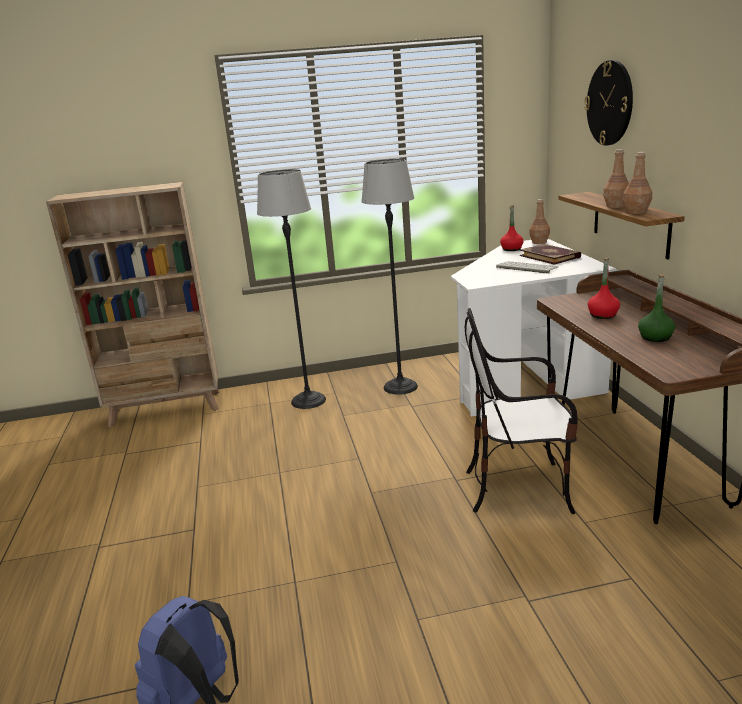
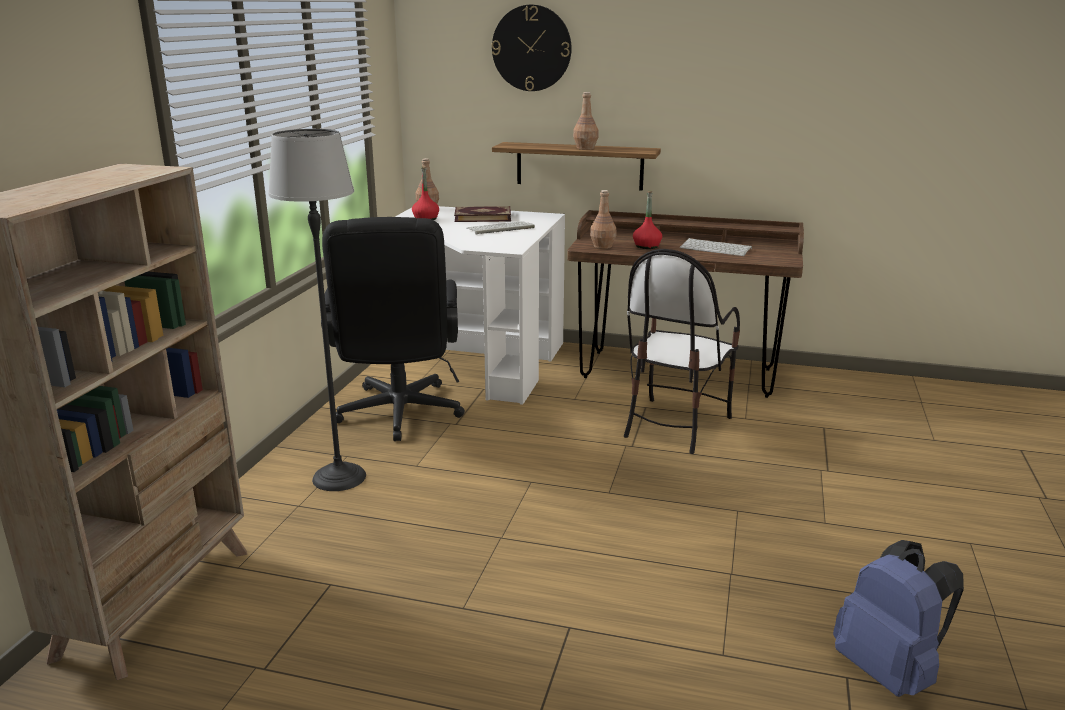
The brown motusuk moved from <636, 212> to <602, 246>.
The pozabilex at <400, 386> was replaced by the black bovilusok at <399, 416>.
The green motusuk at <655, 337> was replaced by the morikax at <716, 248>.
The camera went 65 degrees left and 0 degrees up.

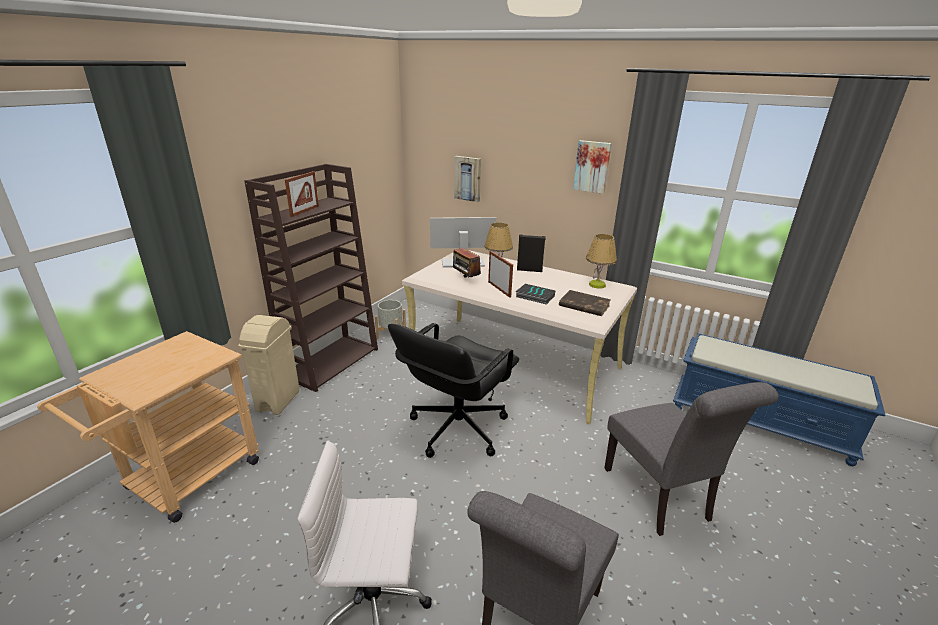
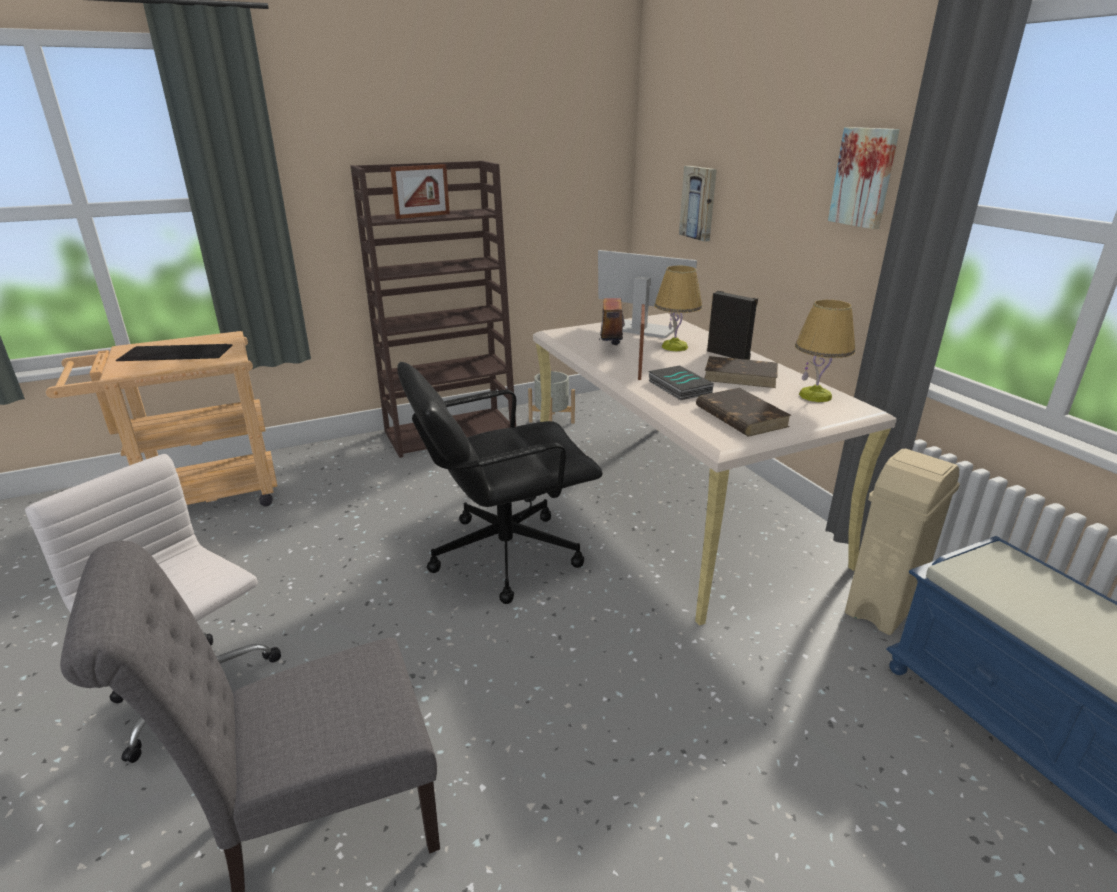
The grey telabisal at <660, 498> disappeared.
The morikax at <177, 352> appeared.
The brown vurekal at <741, 376> appeared.
The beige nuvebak moved from <278, 401> to <883, 607>.
The camera went 35 degrees right and 0 degrees up.

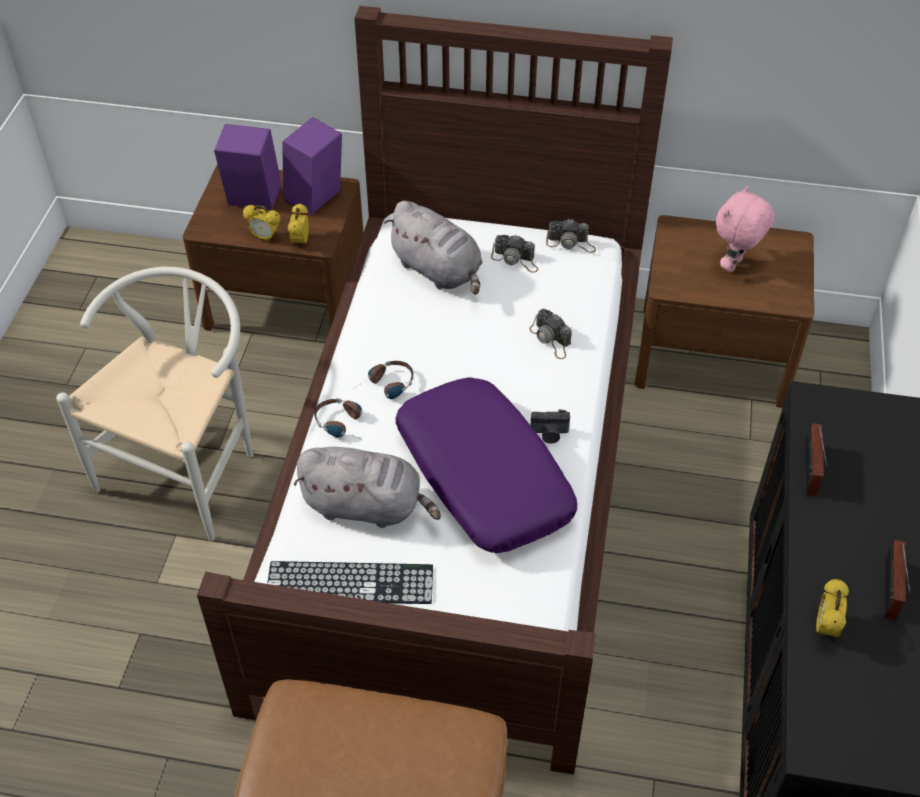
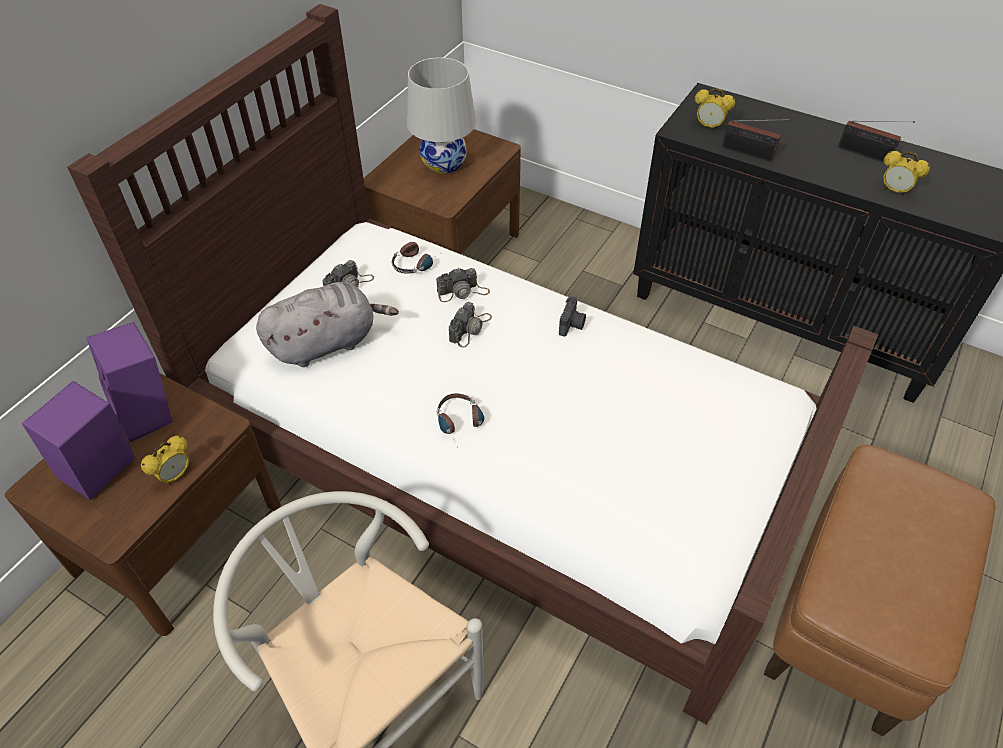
The morikax at <350, 583> disappeared.
The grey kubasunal at <367, 506> disappeared.
The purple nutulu at <482, 476> disappeared.
The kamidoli moved from <300, 241> to <709, 127>.
The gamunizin moved from <344, 424> to <417, 262>.
The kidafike moved from <571, 243> to <470, 328>.
The pink kubasunal at <734, 265> was replaced by the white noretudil at <444, 163>.
The camera went 70 degrees left and 0 degrees up.

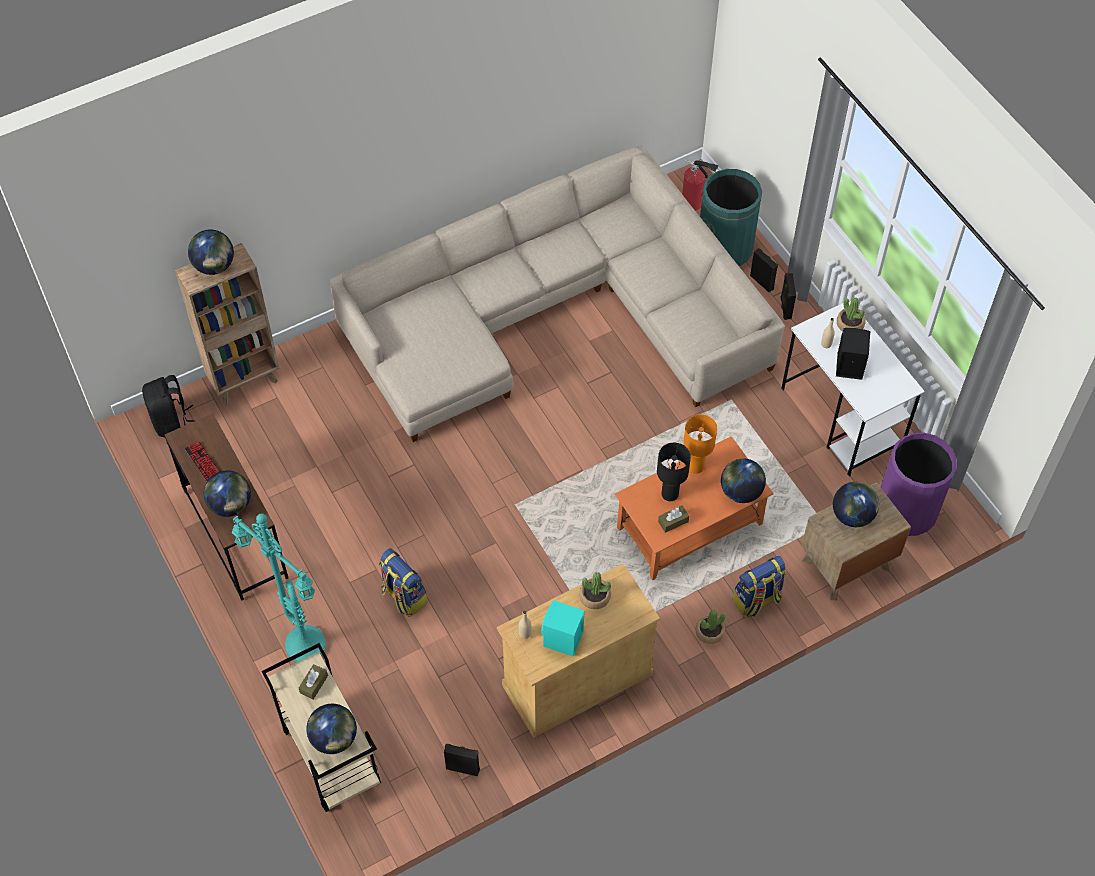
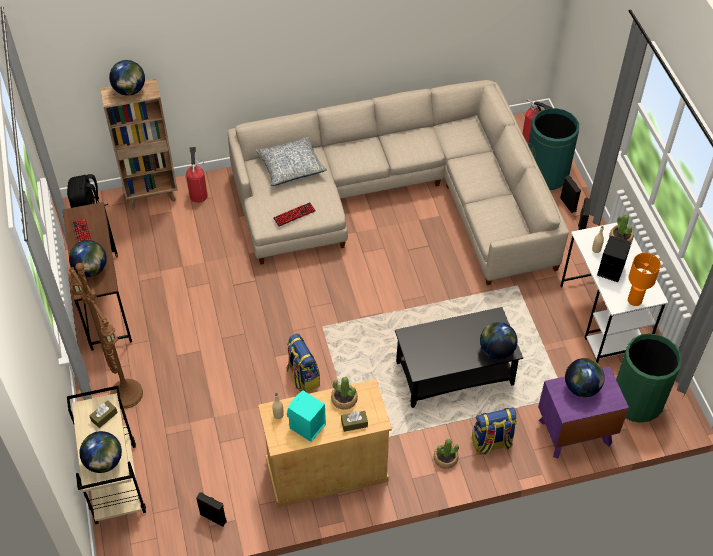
The black noretudil at <669, 494> disappeared.
The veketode at <198, 194> appeared.
The nutulu at <291, 167> appeared.
The morikax at <294, 215> appeared.
The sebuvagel moved from <403, 596> to <302, 377>.
The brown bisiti moved from <673, 521> to <354, 424>.
The orange noretudil moved from <695, 466> to <634, 300>.
The turquoise pozabilex at <302, 646> became the brown pozabilex at <124, 394>.
The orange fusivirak at <690, 525> became the black fusivirak at <455, 373>.
The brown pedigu at <846, 564> became the purple pedigu at <574, 432>.
The purple nuvebak at <906, 511> became the green nuvebak at <636, 401>.
The camera went 15 degrees right and 5 degrees down.

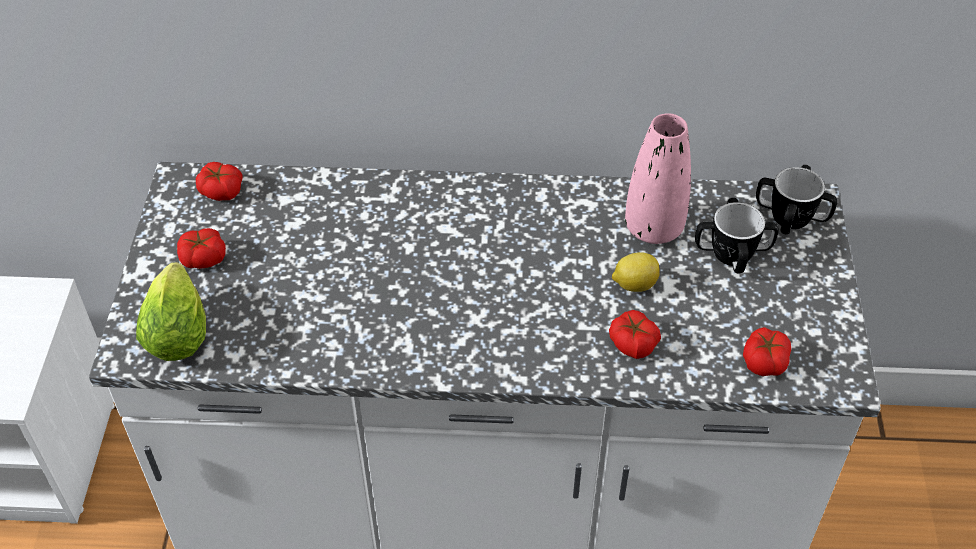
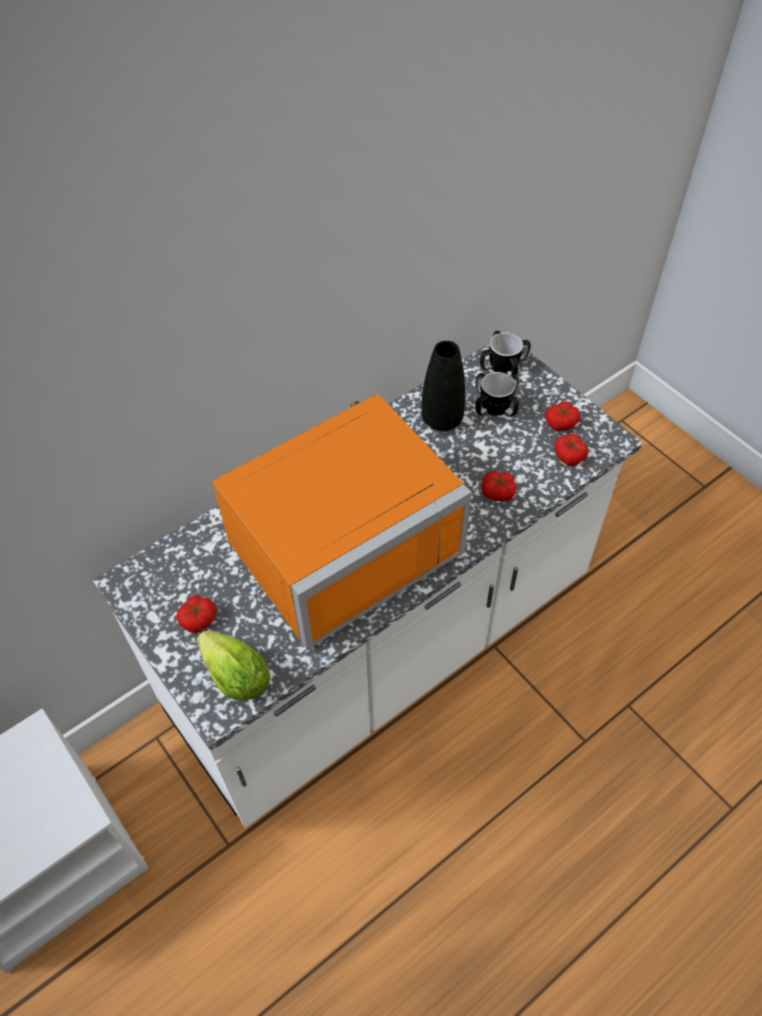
The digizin at <634, 284> disappeared.
The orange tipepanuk at <338, 538> appeared.
The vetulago moved from <221, 191> to <561, 423>.
The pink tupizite at <653, 228> became the black tupizite at <442, 419>.
The camera went 40 degrees left and 5 degrees up.

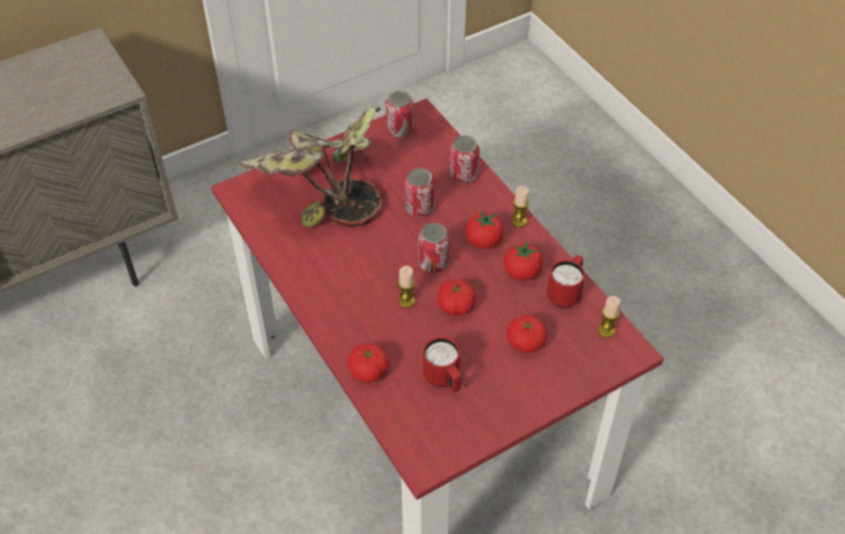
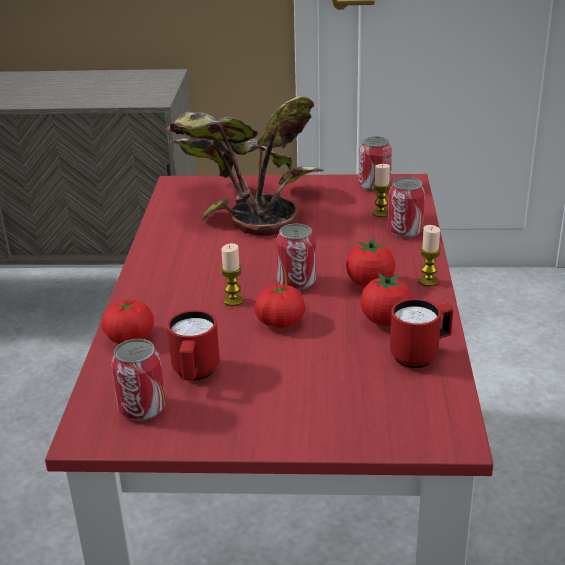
The vetulago at <525, 342> disappeared.
The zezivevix moved from <419, 207> to <142, 408>.
The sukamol moved from <606, 331> to <381, 213>.
The camera went 35 degrees right and 20 degrees down.

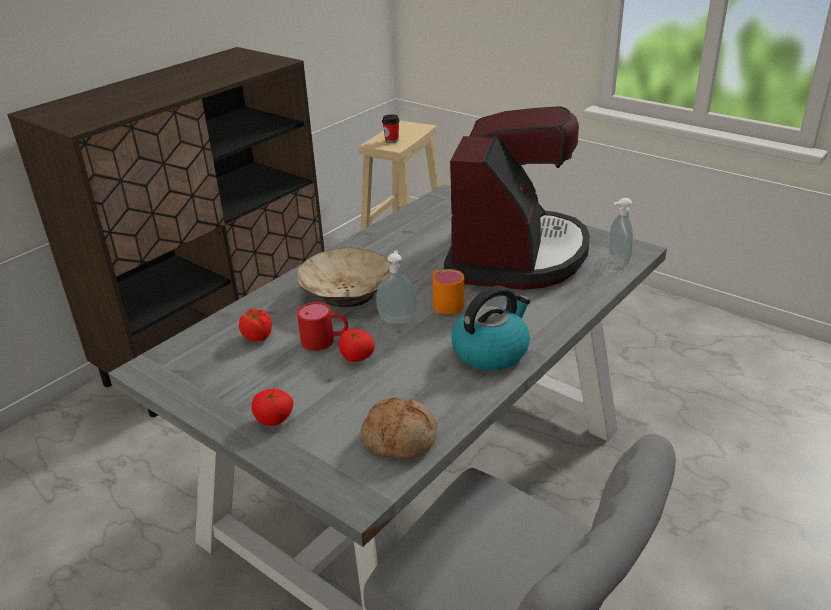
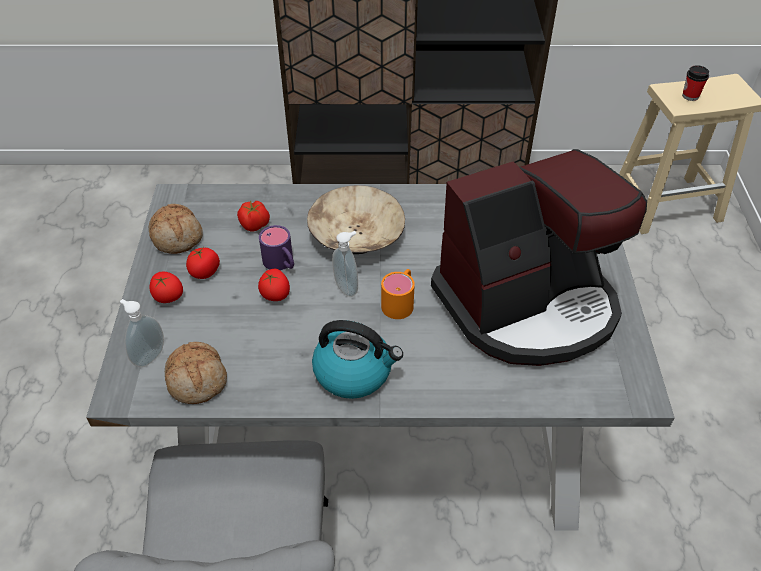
The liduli at <177, 236> appeared.
The vetulago at <205, 272> appeared.
The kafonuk moved from <616, 261> to <148, 356>.
The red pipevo at <325, 340> became the purple pipevo at <281, 264>.
The camera went 50 degrees right and 15 degrees up.

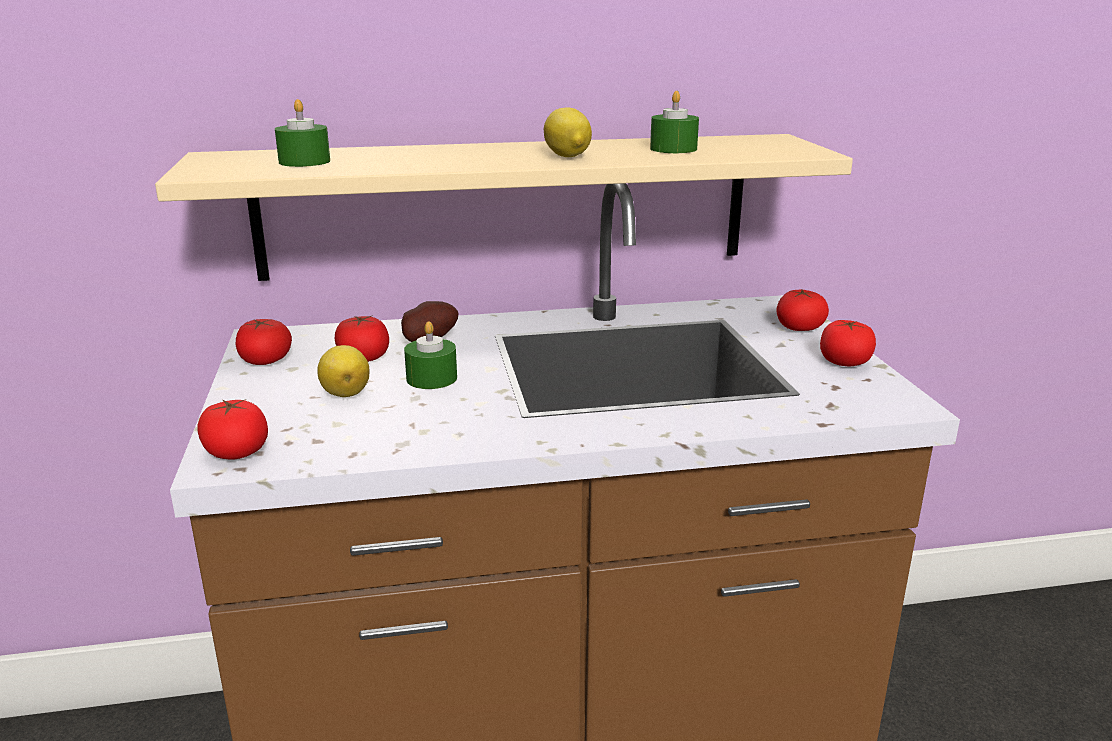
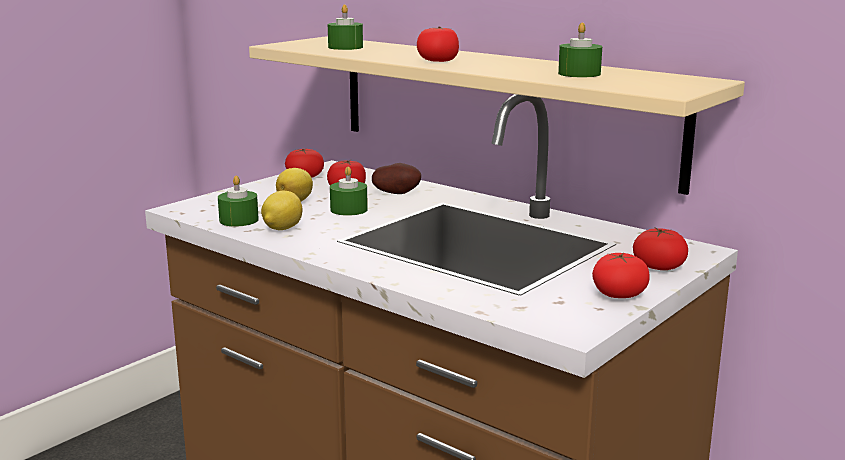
The green sukamol at <239, 220> appeared.
The vetulago moved from <236, 451> to <438, 61>.
The digizin moved from <567, 156> to <281, 229>.
The camera went 50 degrees right and 5 degrees down.

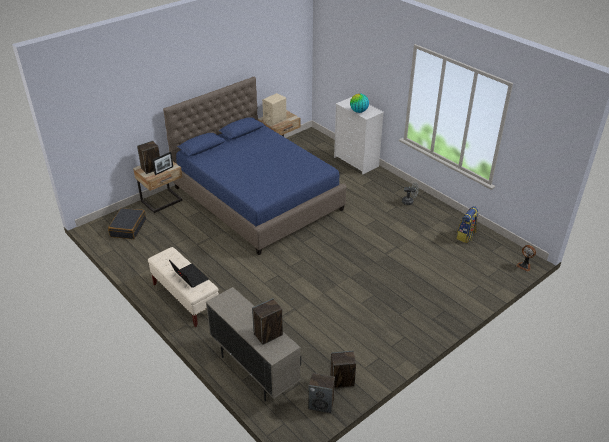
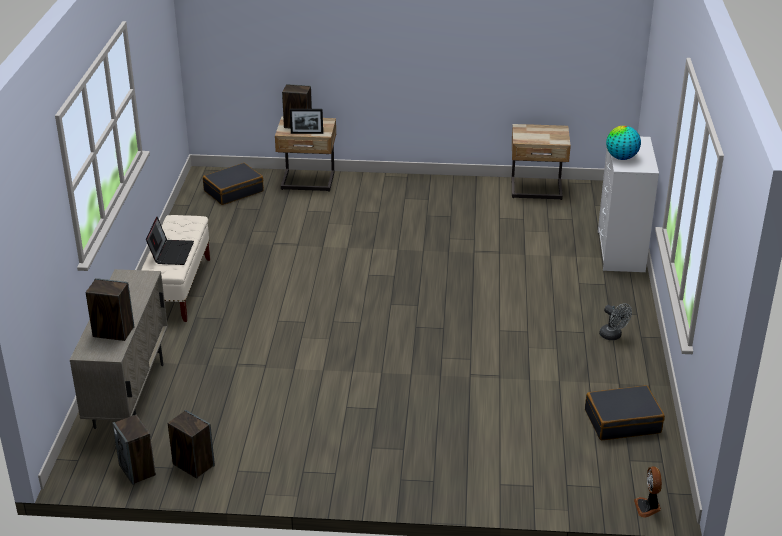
The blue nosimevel at <257, 198> disappeared.
The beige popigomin at <274, 119> disappeared.
The sebuvagel at <466, 236> was replaced by the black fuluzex at <622, 421>.
The camera went 45 degrees right and 5 degrees down.

